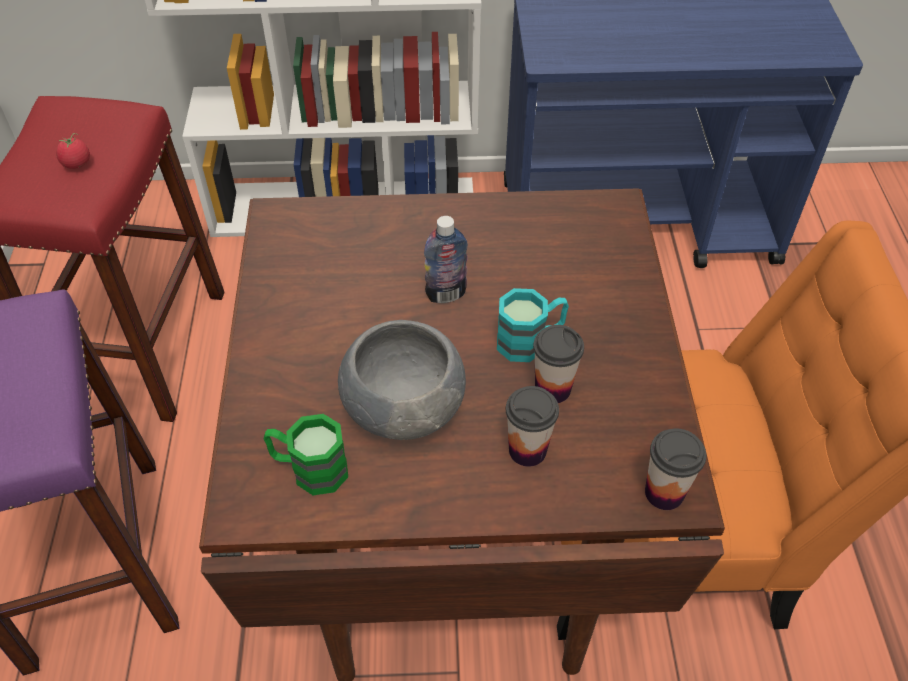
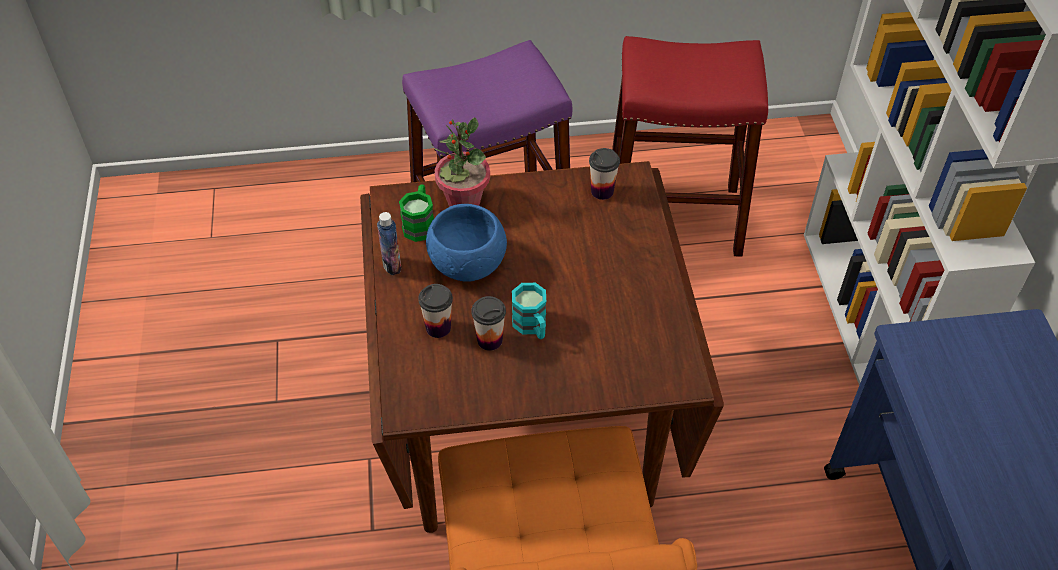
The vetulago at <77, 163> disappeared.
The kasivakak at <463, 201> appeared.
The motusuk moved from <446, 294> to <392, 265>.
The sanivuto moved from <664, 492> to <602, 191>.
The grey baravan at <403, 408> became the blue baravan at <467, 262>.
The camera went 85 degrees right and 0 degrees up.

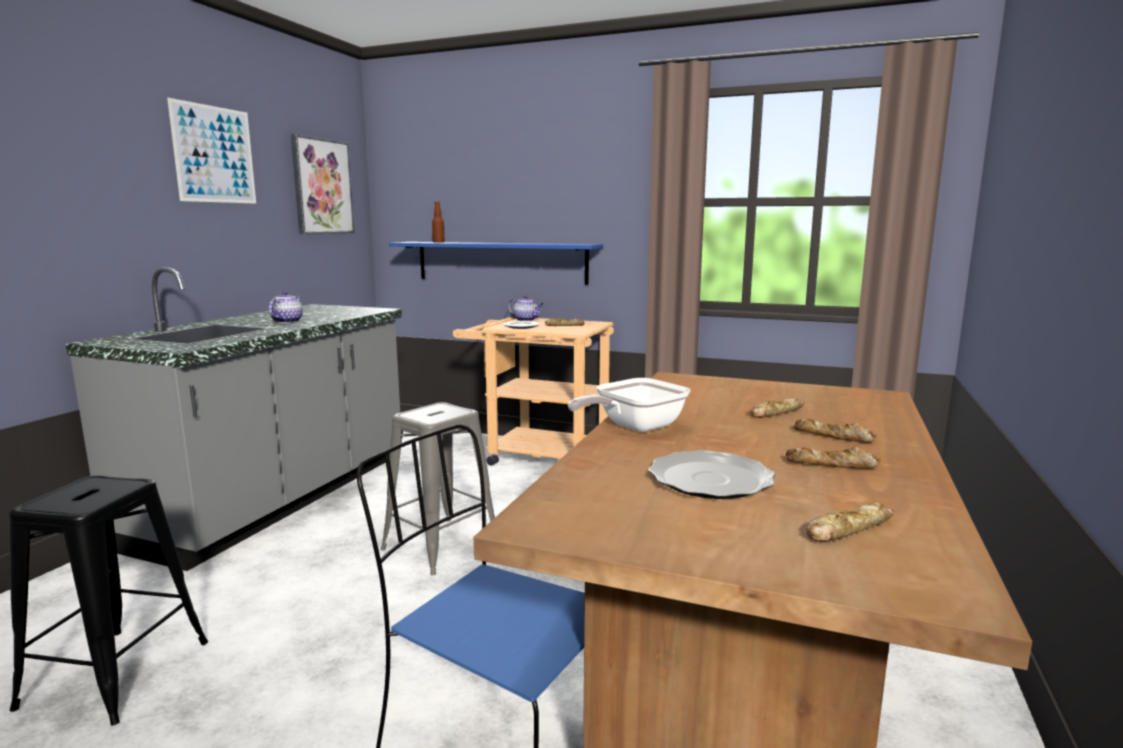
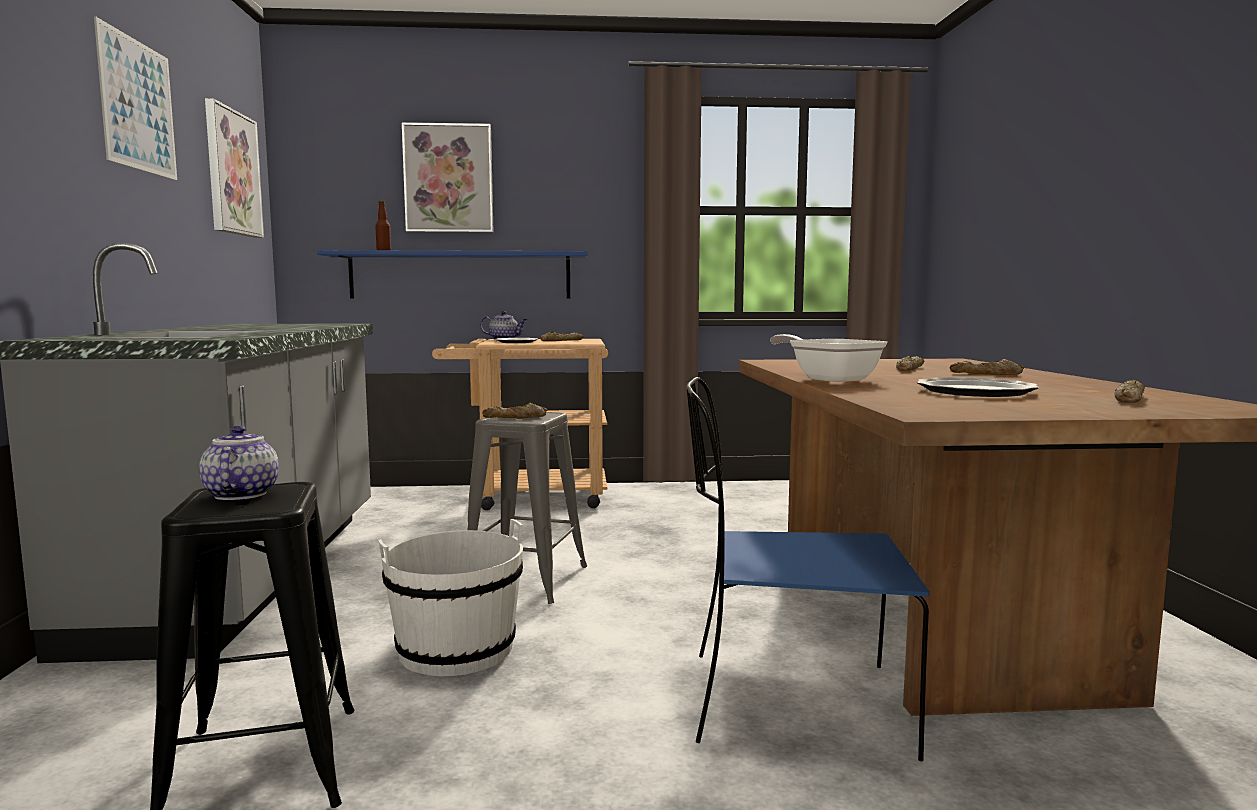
The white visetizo at <456, 650> appeared.
The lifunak at <448, 178> appeared.
The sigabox moved from <287, 321> to <241, 494>.
The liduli moved from <832, 465> to <515, 417>.
The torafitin at <633, 427> turned 120 degrees clockwise.
The camera went 25 degrees left and 5 degrees down.

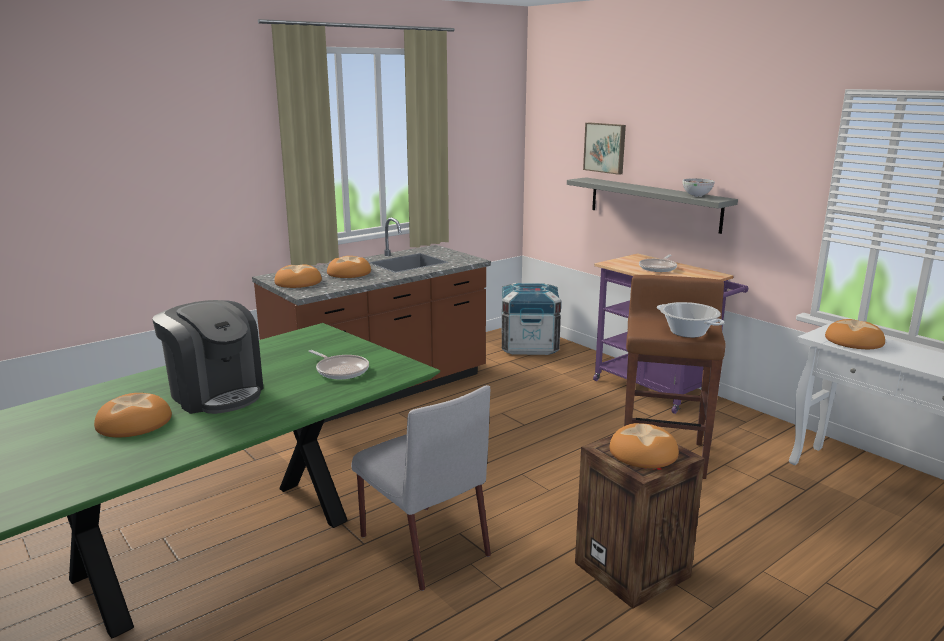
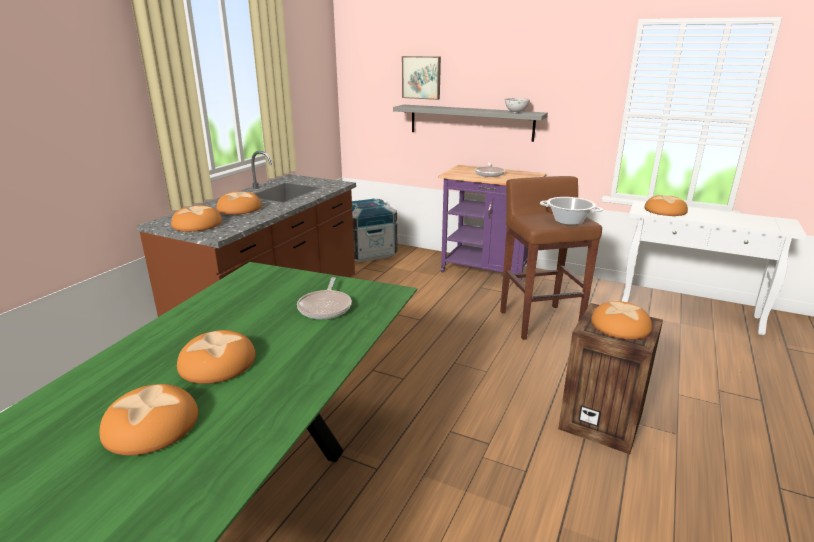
The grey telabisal at <422, 544> disappeared.
The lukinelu at <216, 393> was replaced by the liduli at <217, 362>.
The torafitin at <340, 370> turned 75 degrees clockwise.
The camera went 25 degrees left and 5 degrees up.

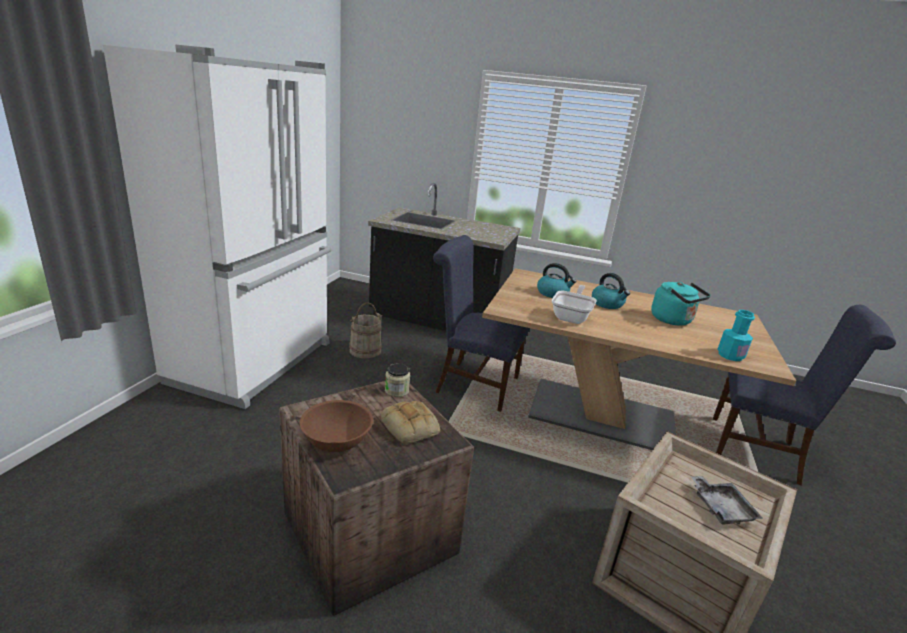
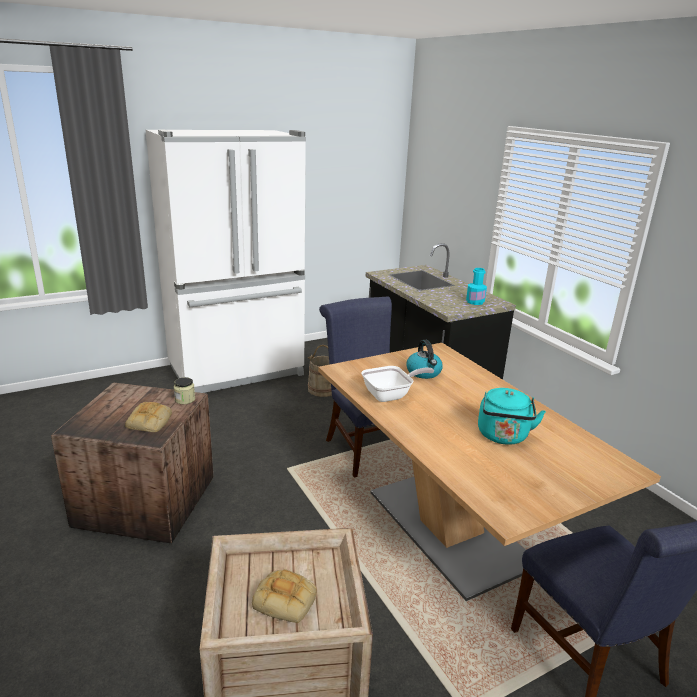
The brown baravan at <336, 441> disappeared.
The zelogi at <607, 304> disappeared.
The turquoise motusuk moved from <730, 355> to <475, 302>.
The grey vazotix at <721, 507> was replaced by the liduli at <286, 600>.
The camera went 45 degrees right and 0 degrees up.

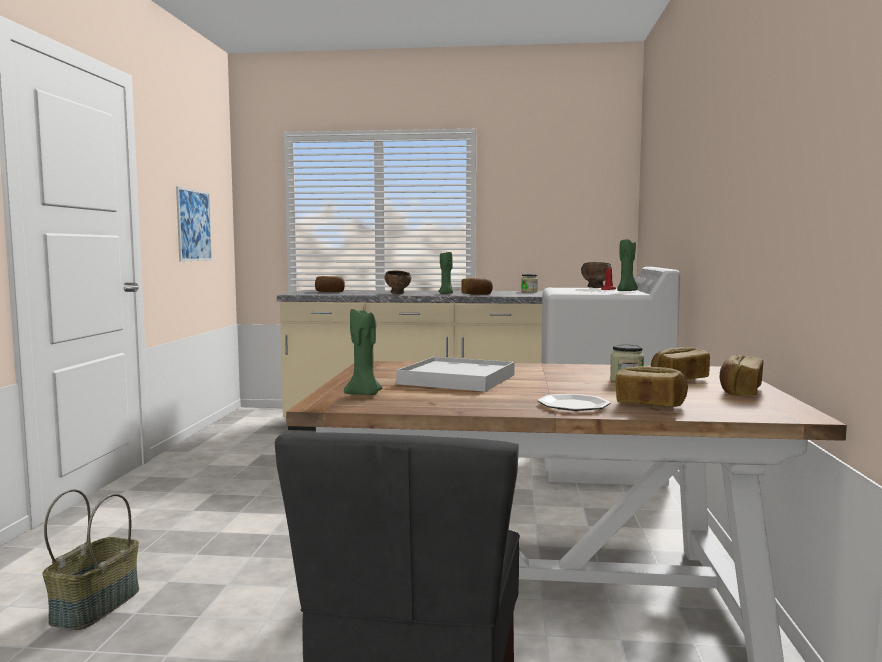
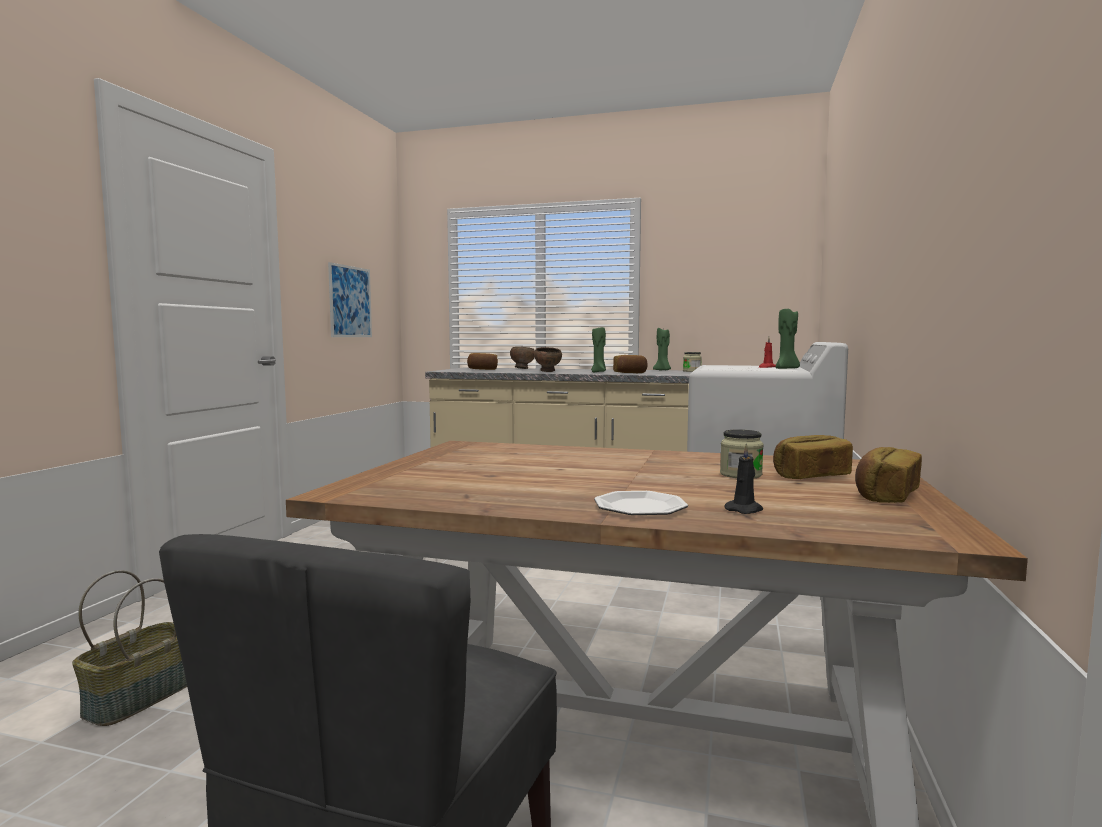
The white vazotix at <457, 379> disappeared.
The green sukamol moved from <364, 394> to <662, 370>.
The brown baravan moved from <595, 288> to <522, 369>.
The liduli at <649, 404> was replaced by the black sukamol at <744, 510>.
The camera went 10 degrees right and 0 degrees up.

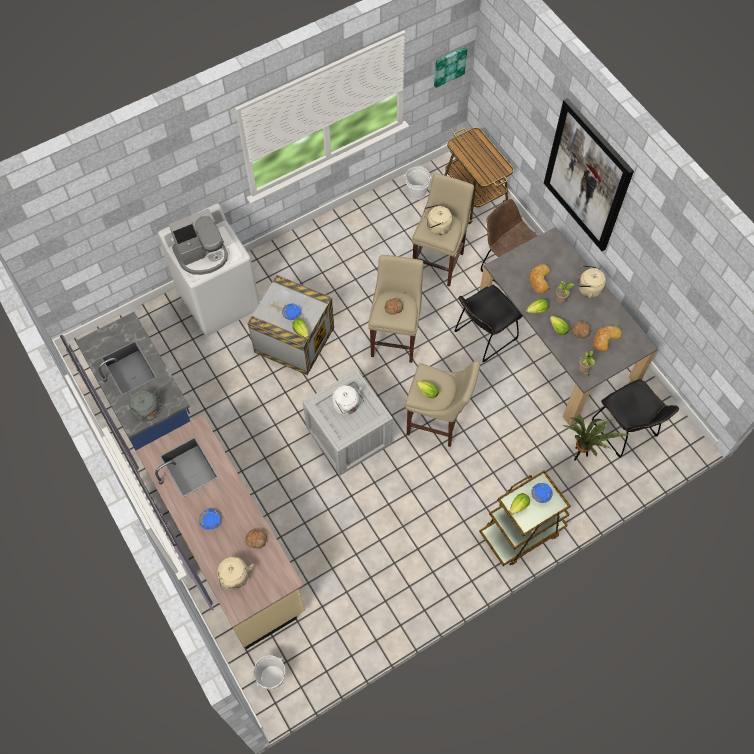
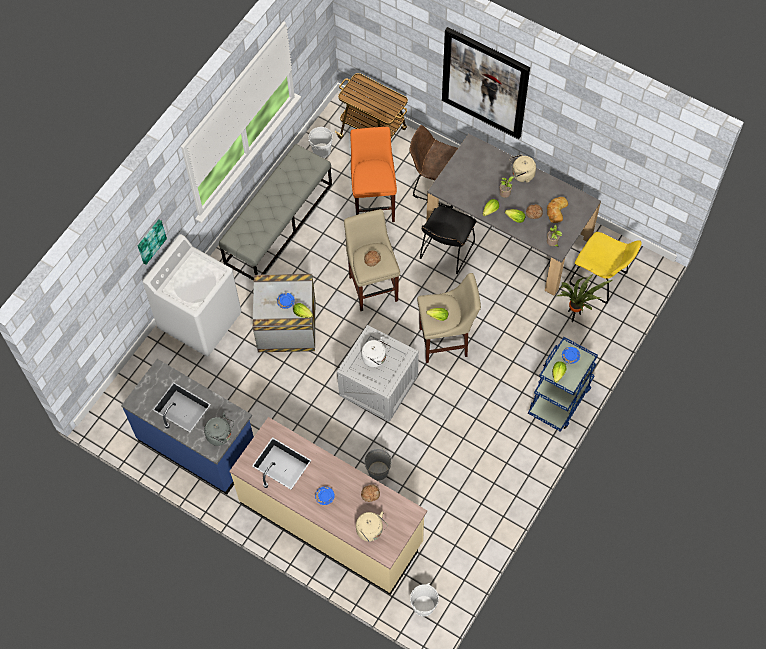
The lukinelu at <202, 255> disappeared.
The beige zelogi at <437, 227> disappeared.
The liduli at <539, 280> disappeared.
The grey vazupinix at <278, 223> appeared.
The grey visetizo at <378, 471> appeared.
The lifunak moved from <449, 66> to <150, 241>.
The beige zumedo at <439, 261> became the orange zumedo at <374, 203>.
The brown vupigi at <521, 532> became the blue vupigi at <560, 398>.
The black telabisal at <626, 431> became the yellow telabisal at <601, 280>.
The camera went 25 degrees left and 0 degrees up.

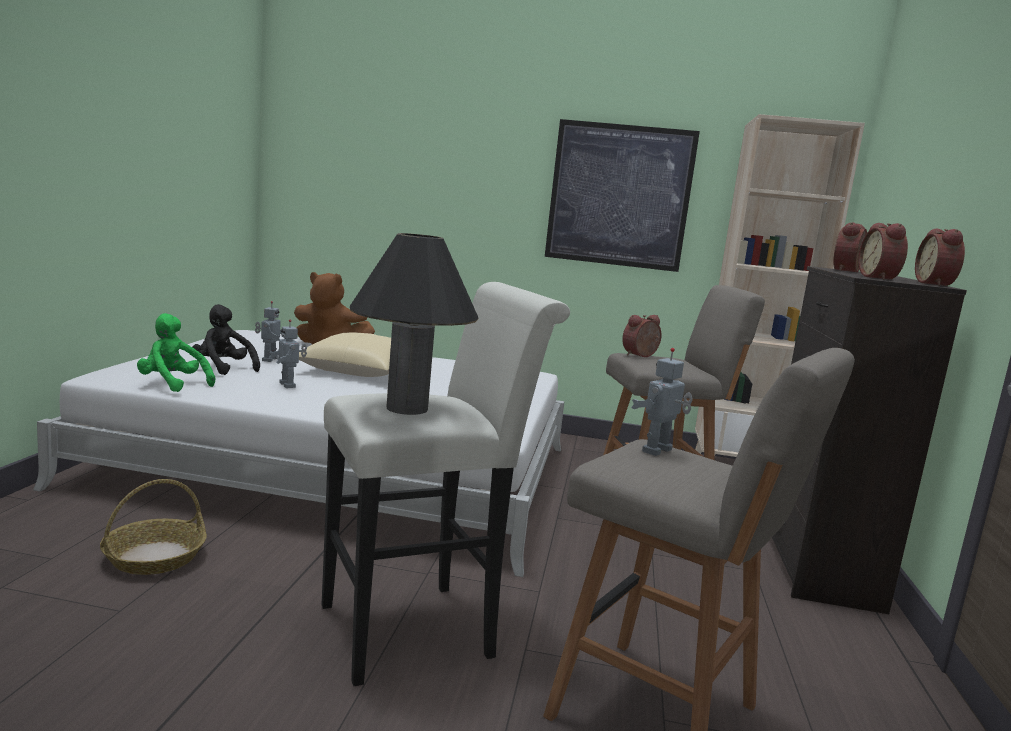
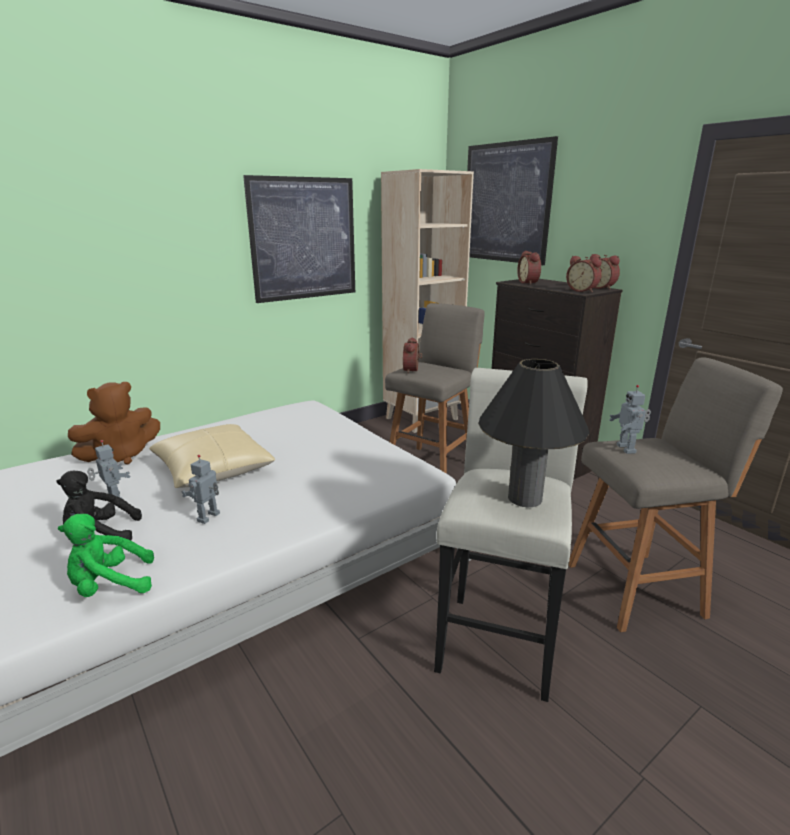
The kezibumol at <155, 557> disappeared.
The lifunak at <506, 203> appeared.
The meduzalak at <288, 385> turned 105 degrees clockwise.
The camera went 45 degrees left and 10 degrees up.

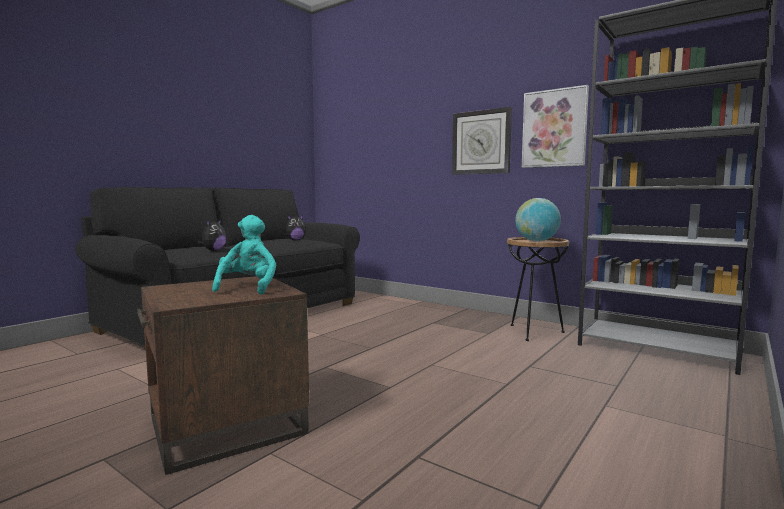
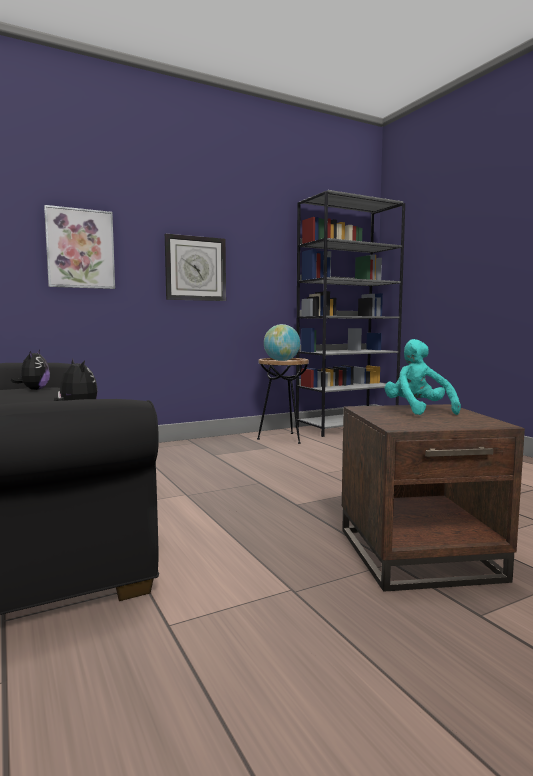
The lifunak moved from <554, 128> to <80, 249>.
The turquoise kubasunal at <248, 287> turned 45 degrees clockwise.
The camera went 65 degrees left and 0 degrees up.

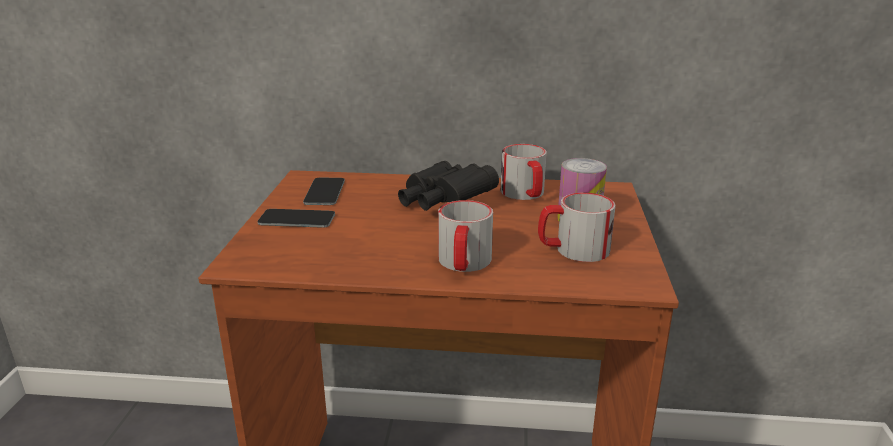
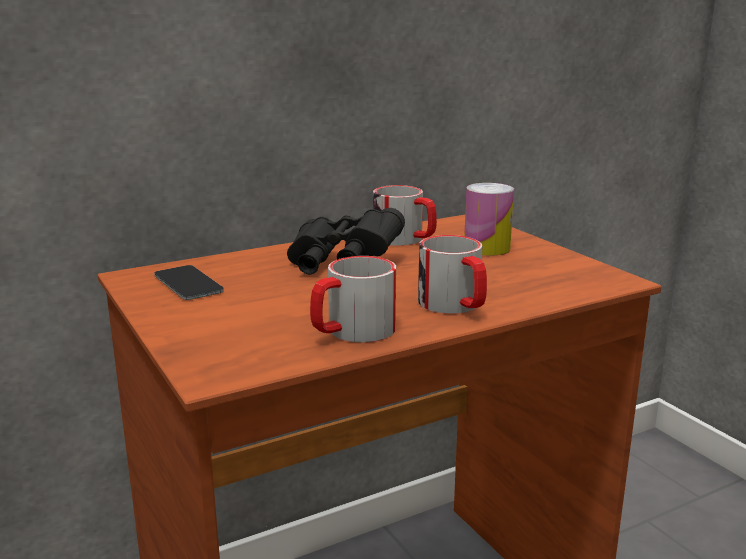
The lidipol at <297, 219> disappeared.
The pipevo moved from <573, 250> to <352, 332>.
The camera went 35 degrees left and 5 degrees down.

